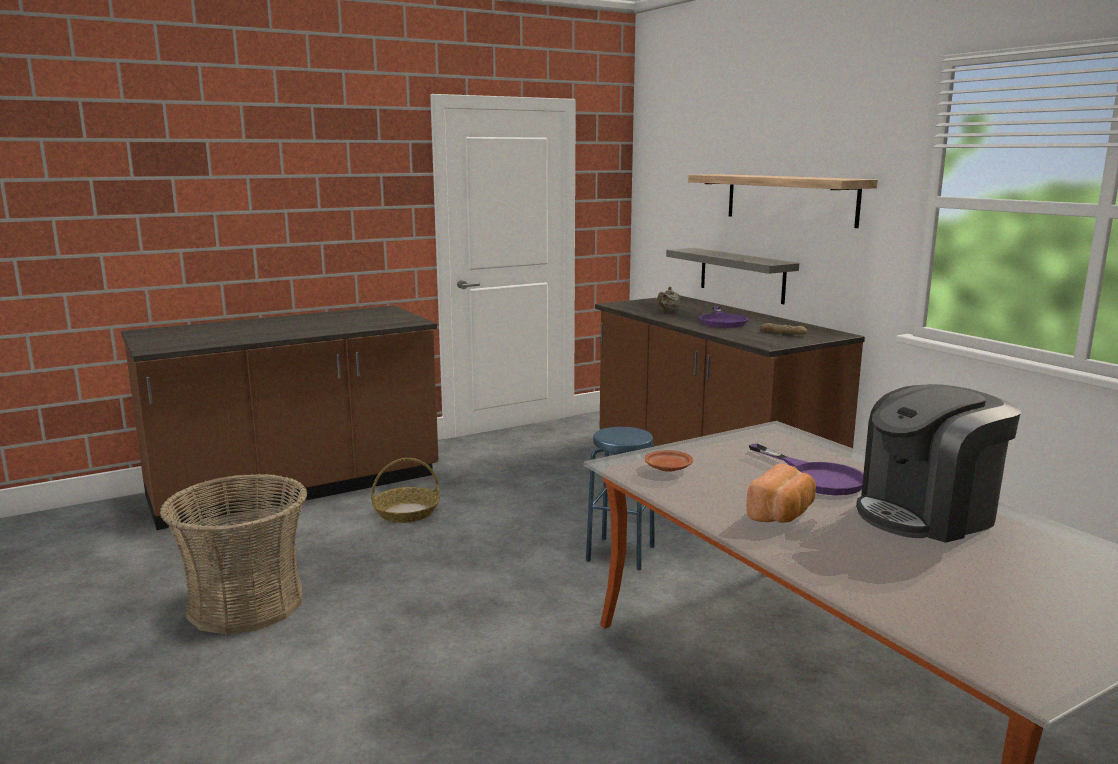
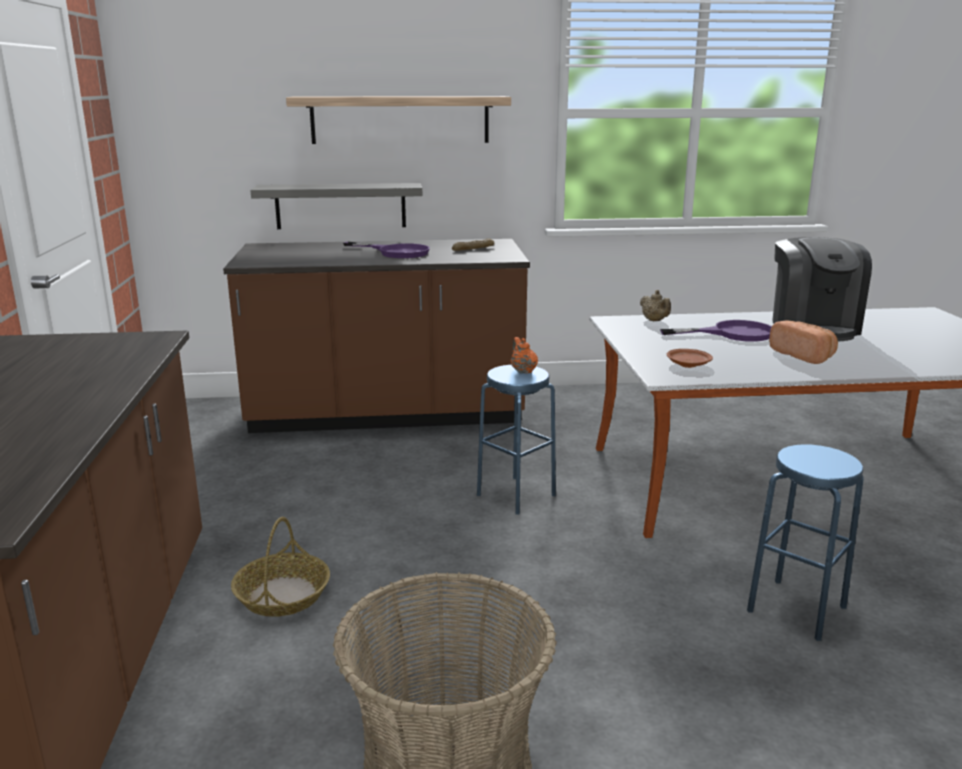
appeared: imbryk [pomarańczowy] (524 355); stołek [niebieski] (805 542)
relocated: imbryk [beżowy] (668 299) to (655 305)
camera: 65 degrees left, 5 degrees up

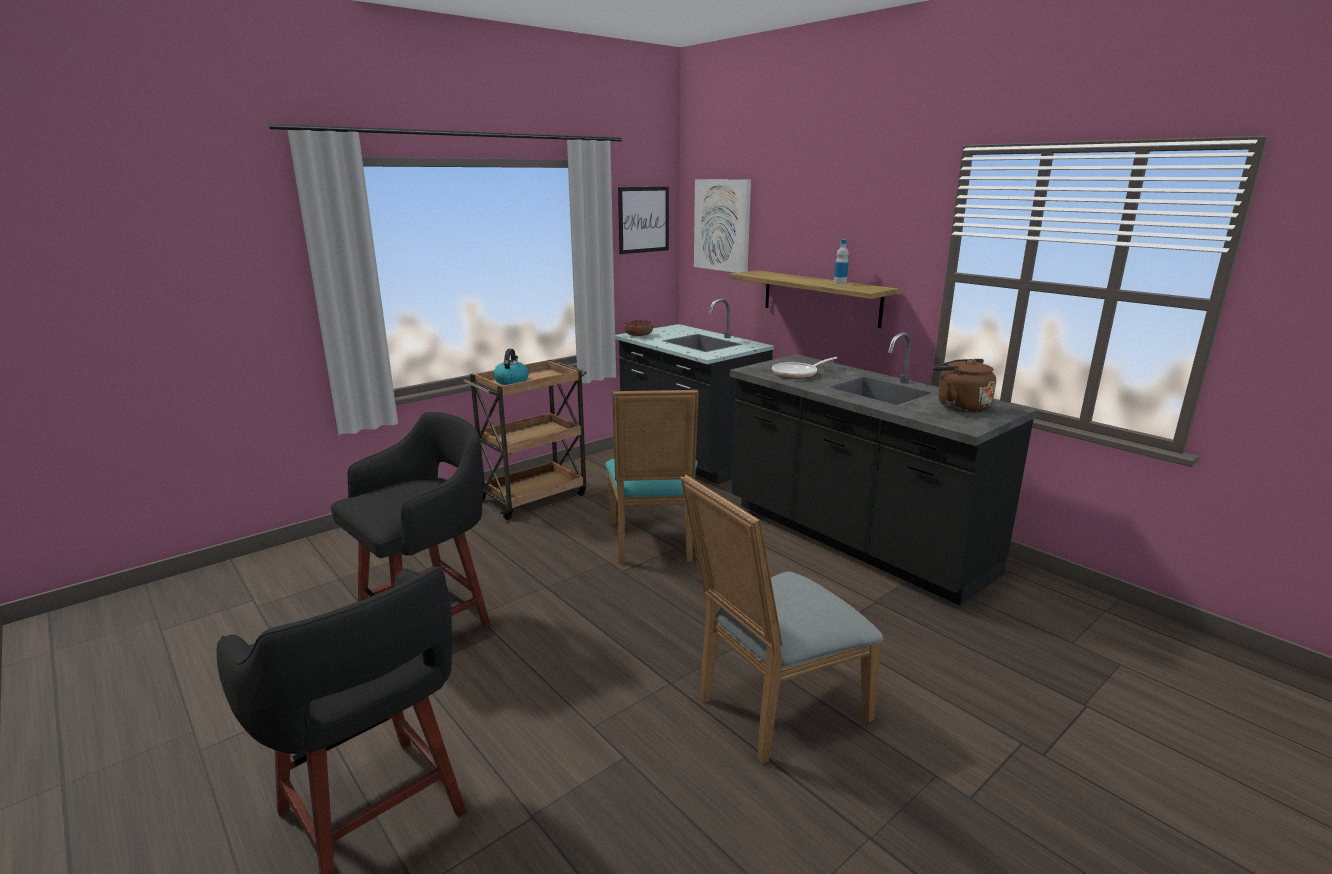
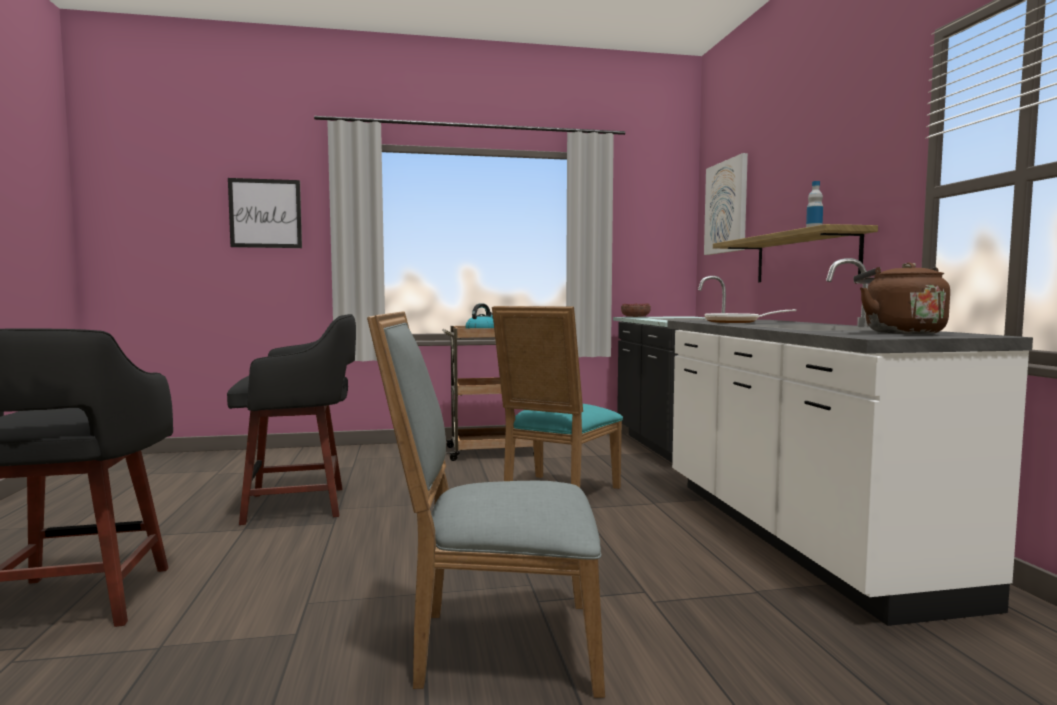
relocated: obraz (643 220) to (265 213)
colour: zabudowa kuchenna [czarny] (883 469) to zabudowa kuchenna [biały] (850 442)
camera: 30 degrees right, 15 degrees down

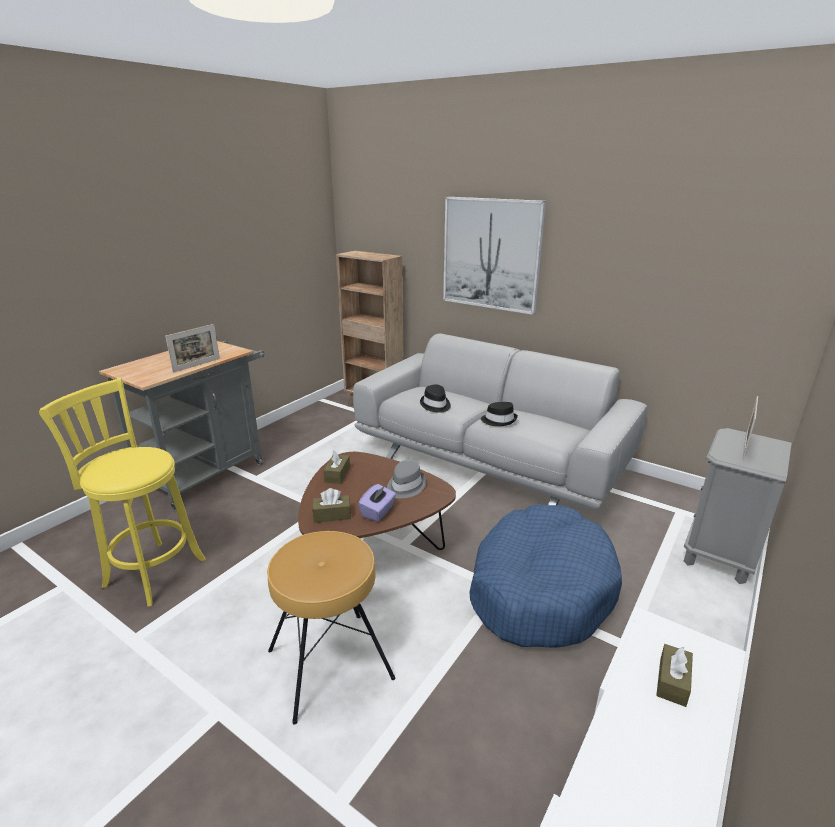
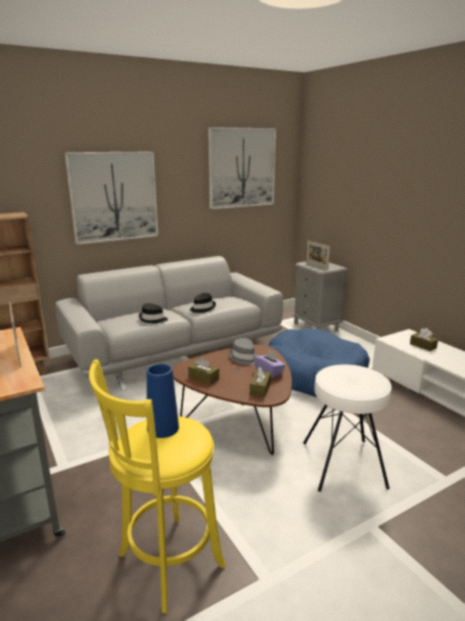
appeared: obraz (242 168); wazon [niebieski] (163 401)
colour: stołek [brązowy] (331 628) to stołek [biały] (347 428)
camera: 65 degrees left, 5 degrees down

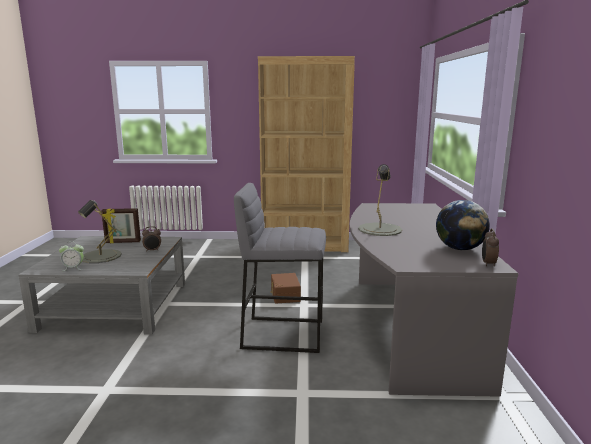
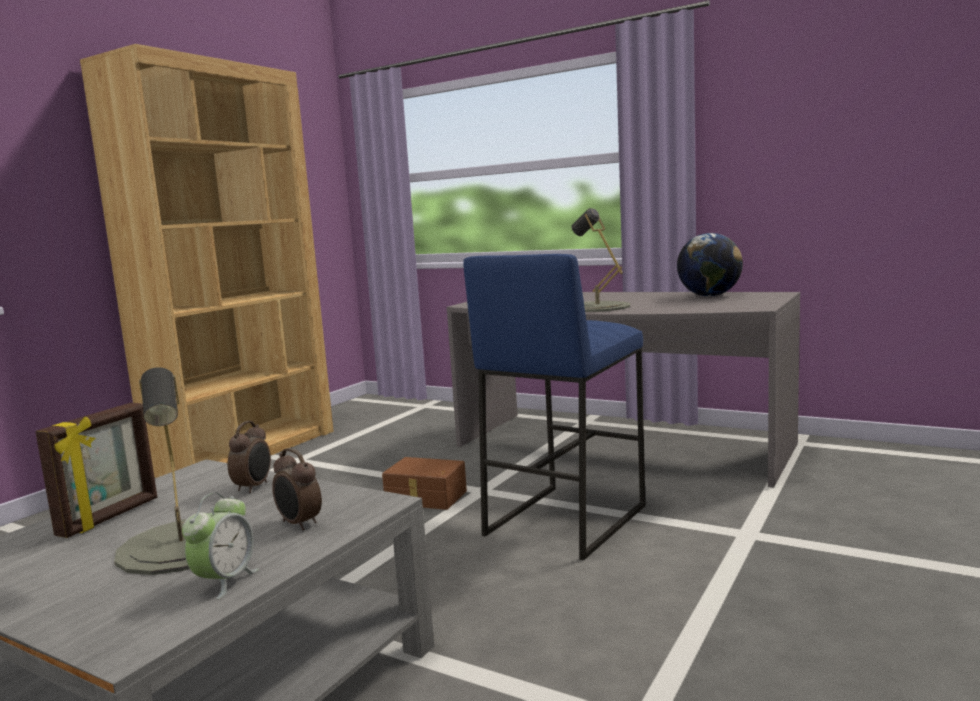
relocated: budzik (490 248) to (297 489)
colour: stołek [szary] (280 268) to stołek [niebieski] (554 407)
camera: 60 degrees left, 5 degrees down

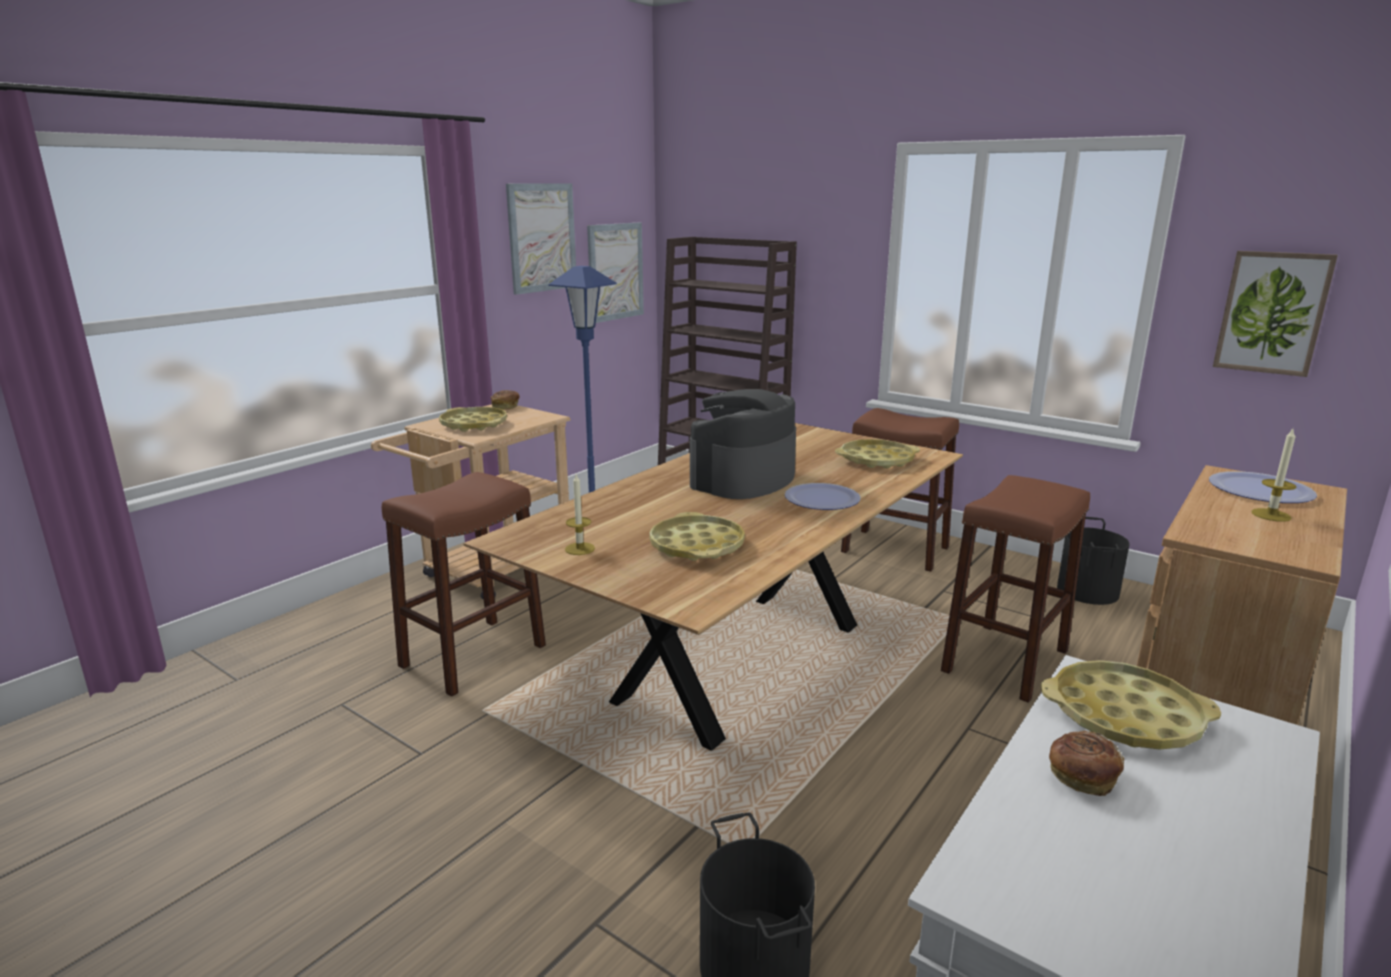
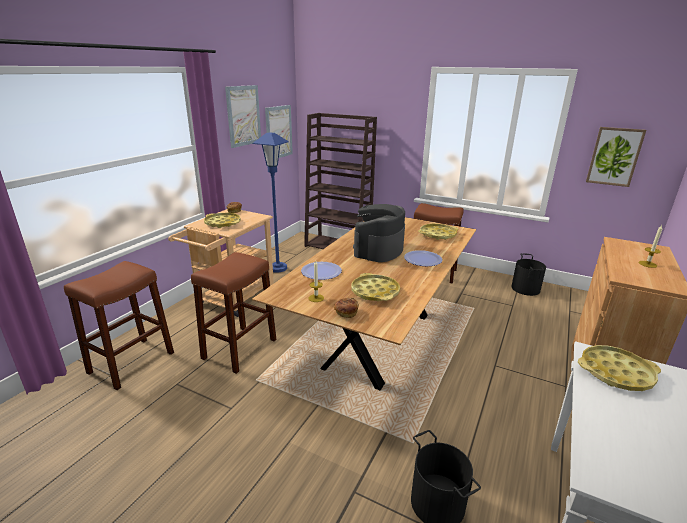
relocated: talerz (1263 487) to (321 271); stołek [brązowy] (1015 589) to (119 325); chleb (1086 763) to (346 308)
camera: 10 degrees left, 5 degrees up

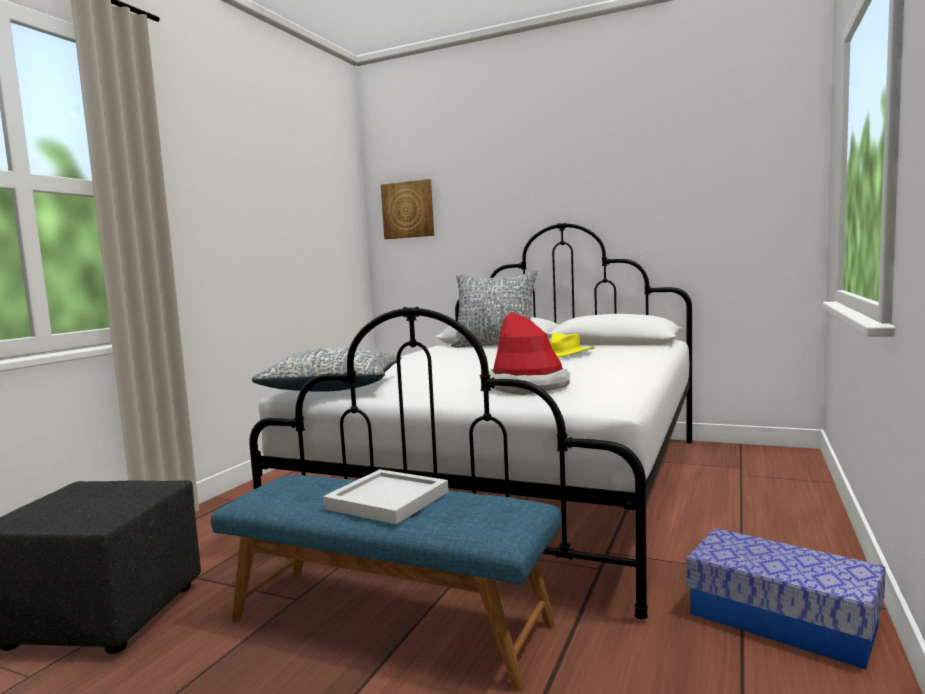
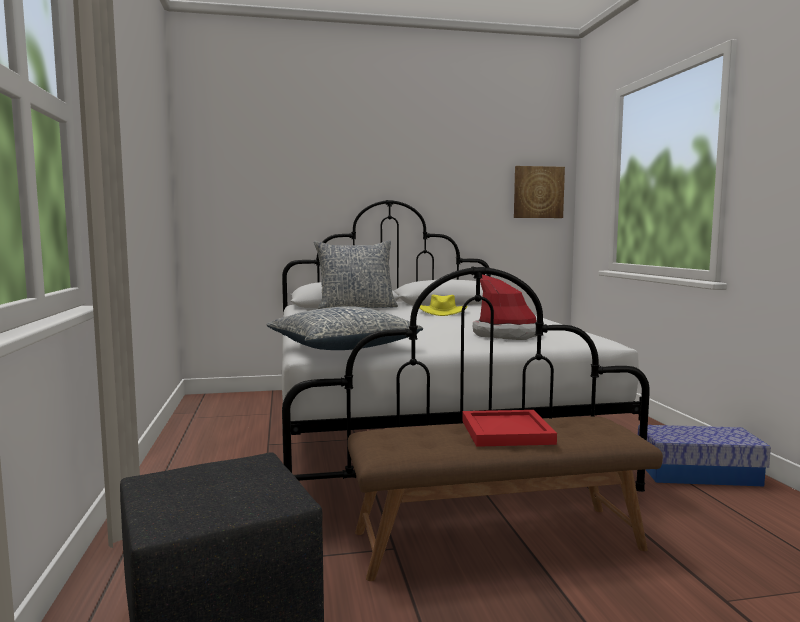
relocated: obraz (407 209) to (539 192)
colour: taca [biały] (386 496) to taca [czerwony] (509 428); ławka [niebieski] (386 583) to ławka [brązowy] (505 498)
camera: 35 degrees left, 0 degrees up

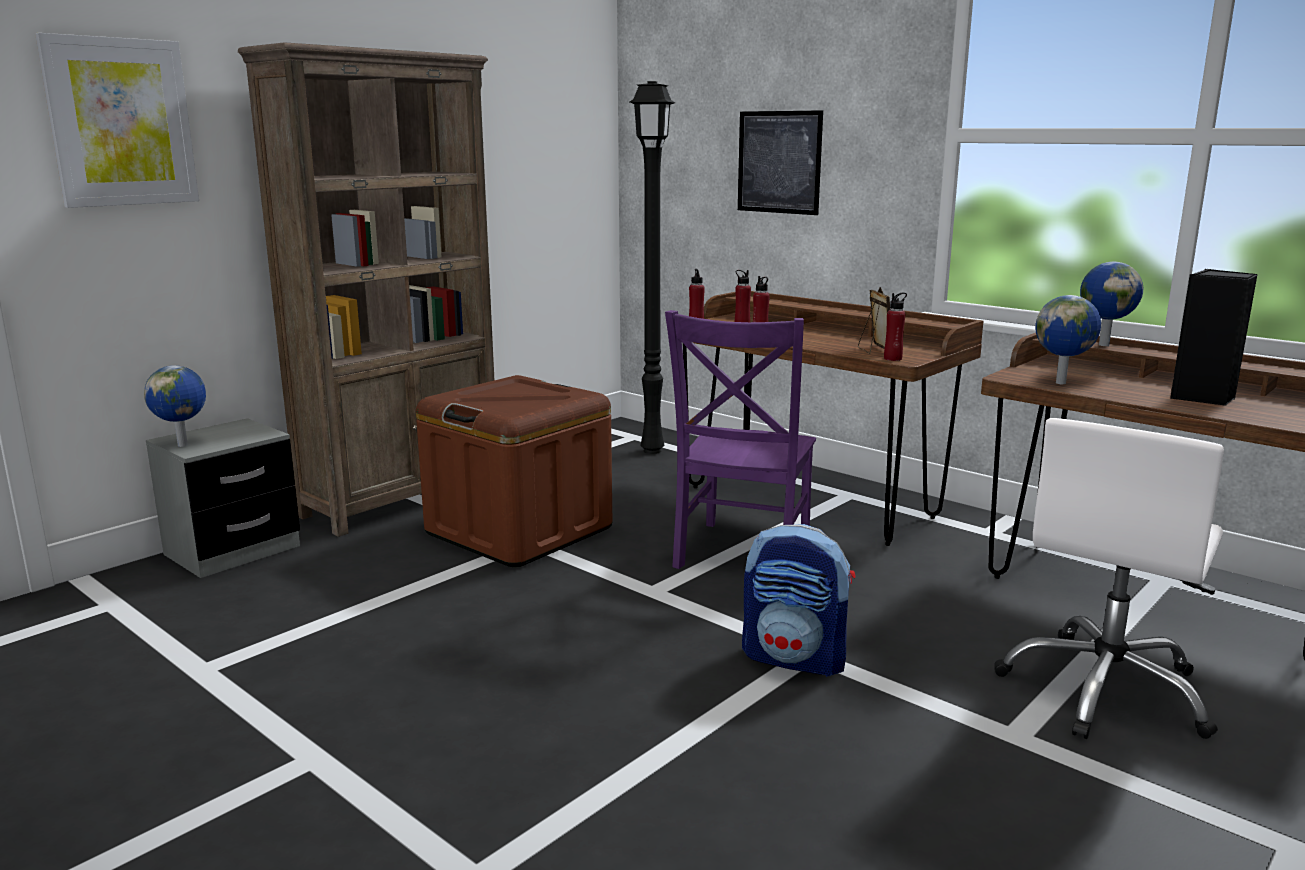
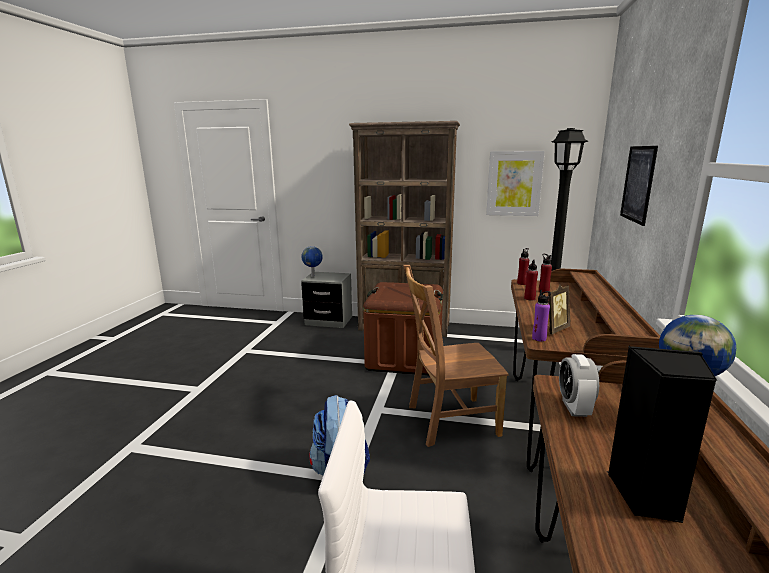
relocated: obraz (117 120) to (515 183)
exchanged: globus (1068 339) to budzik (579 385)
colour: butelka [czerwony] (895 326) to butelka [fioletowy] (541 315); krzesło [fioletowy] (740 439) to krzesło [brązowy] (456 356)
camera: 60 degrees right, 0 degrees up

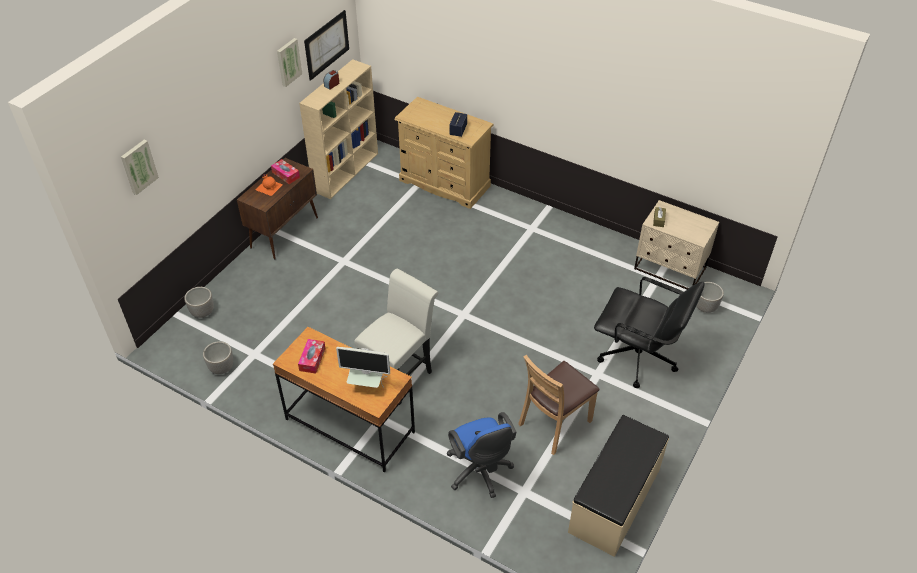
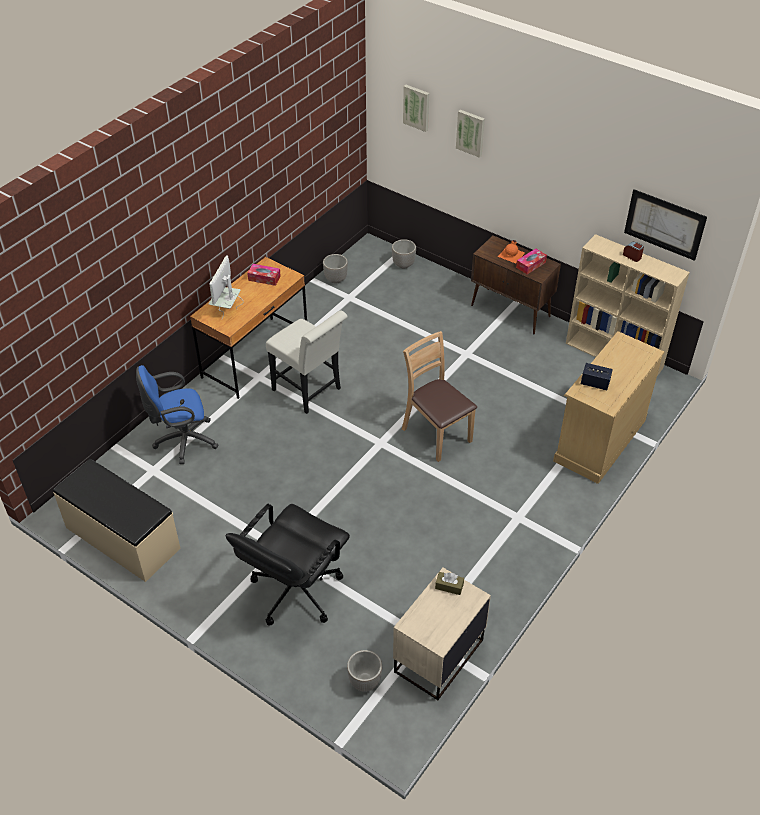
relocated: obraz (289 62) to (470 134); krzesło [brązowy] (559 405) to (439 396)
camera: 95 degrees right, 0 degrees up

